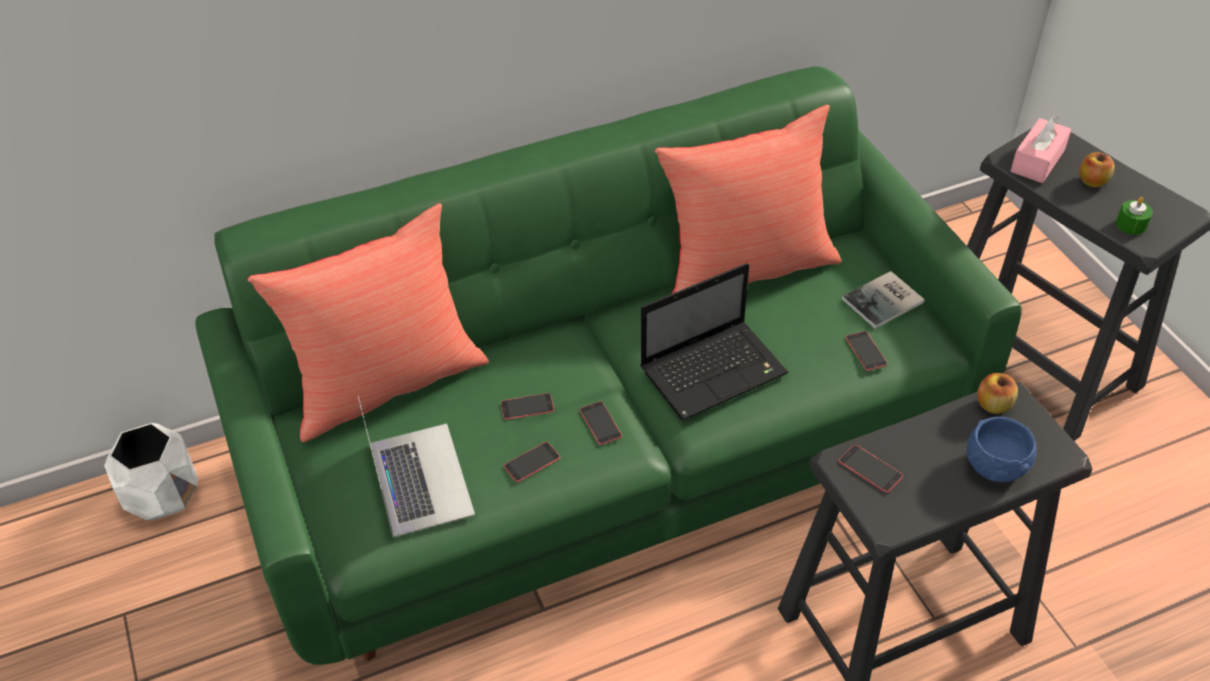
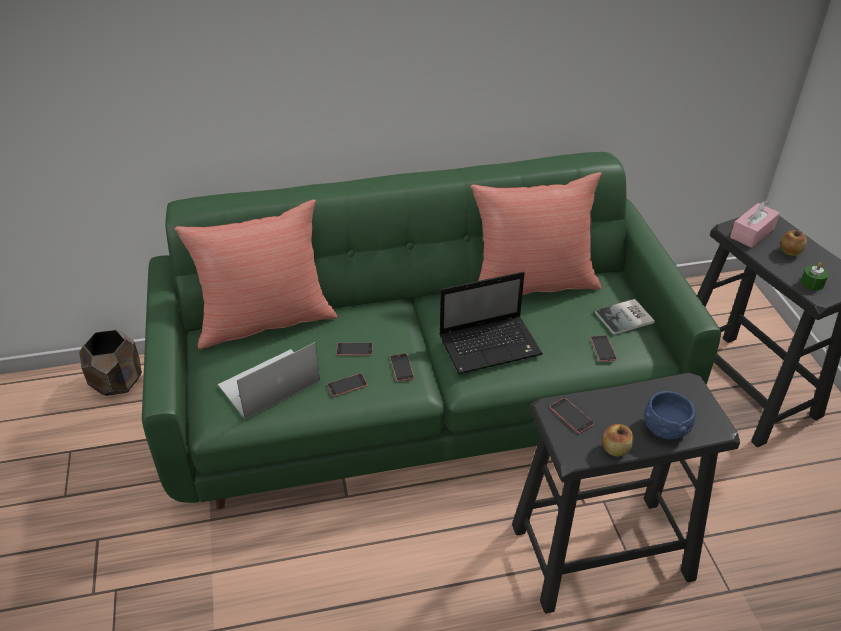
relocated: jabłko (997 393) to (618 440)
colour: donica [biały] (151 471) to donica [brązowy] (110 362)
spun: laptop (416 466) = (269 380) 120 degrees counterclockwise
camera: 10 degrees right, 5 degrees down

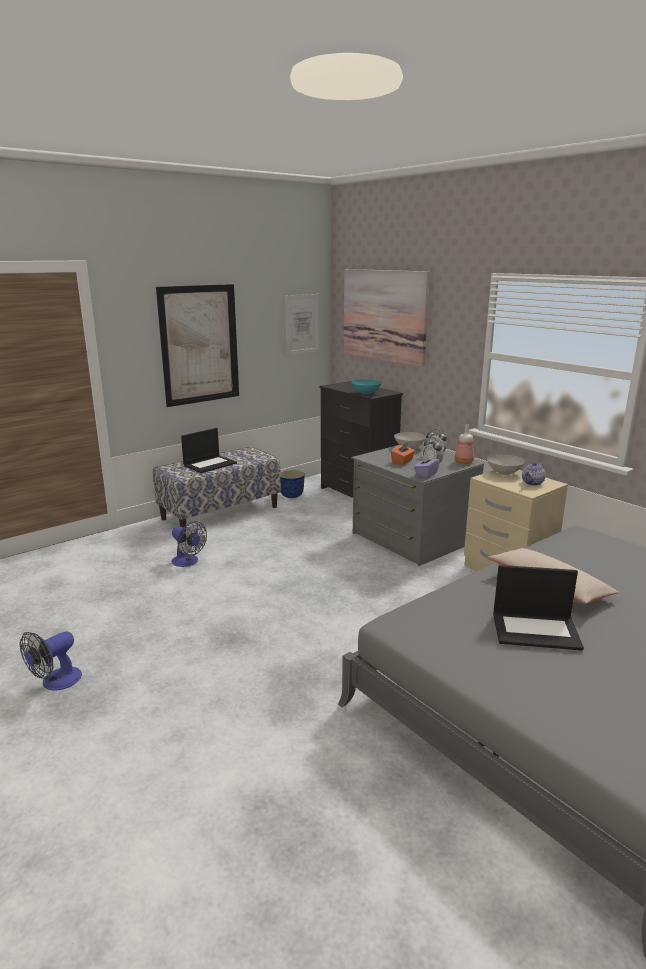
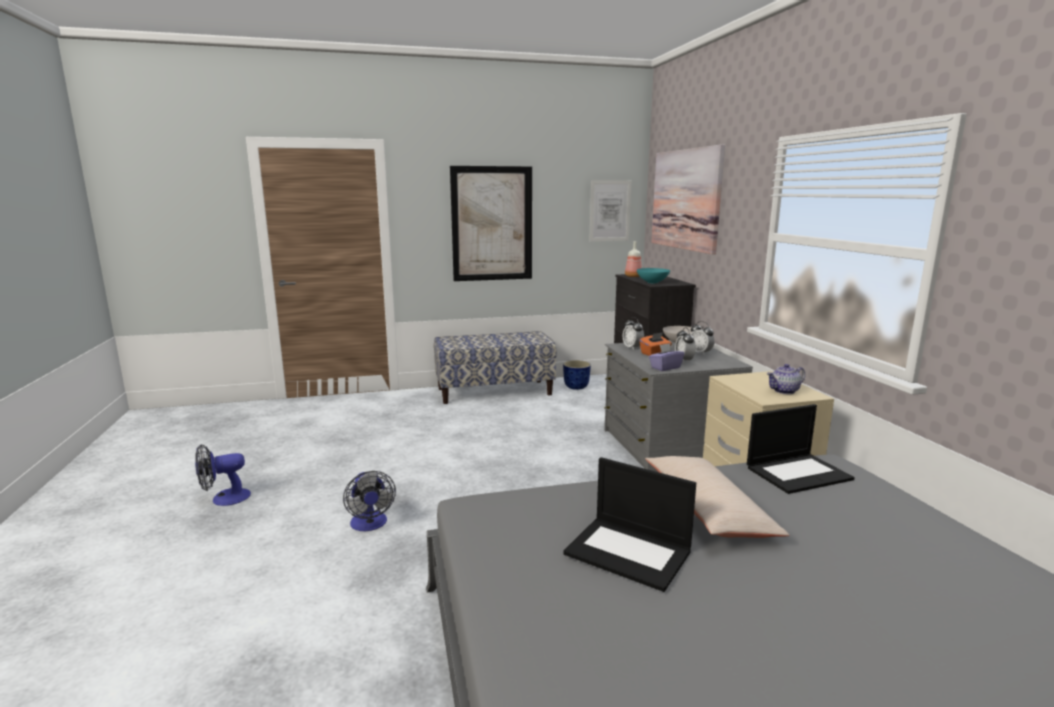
missing: miska [biały] (506 464)
appeared: budzik (633 333)
relocated: butelka (464 444) to (633 259); laptop (209 450) to (801 449); wentylator (189 544) to (369 501)
camera: 25 degrees right, 5 degrees down

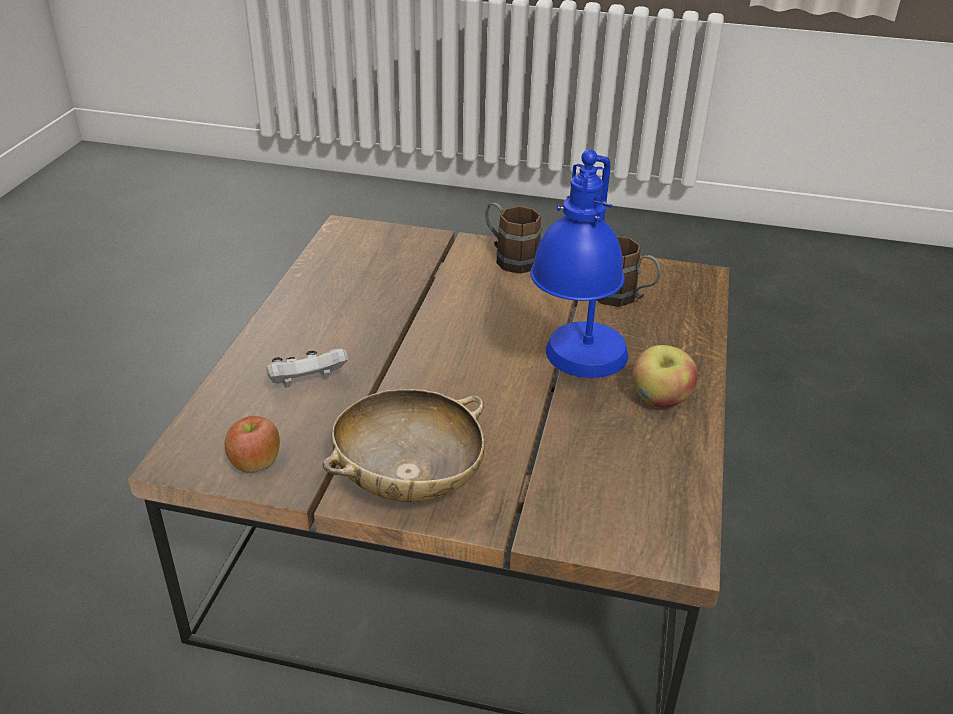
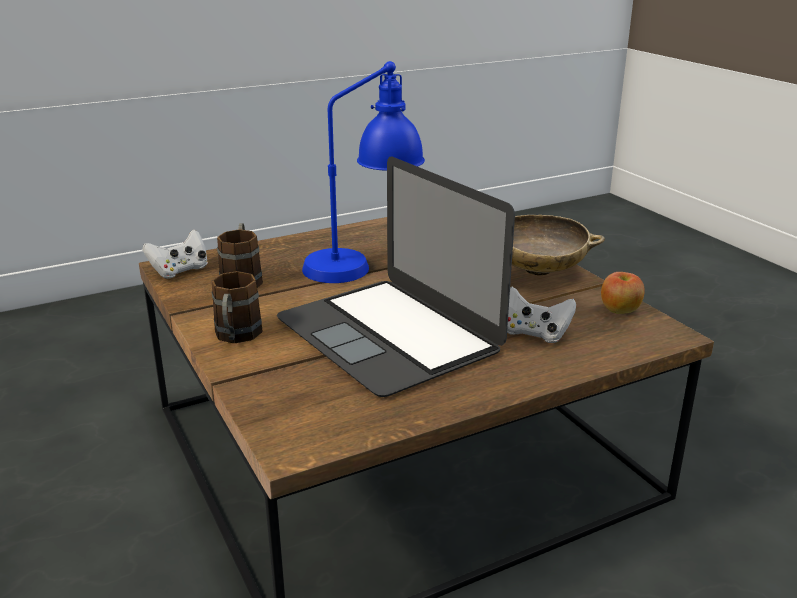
missing: jabłko (664 376)
appeared: laptop (396 277); pad do gier [biały] (175 254)
camera: 130 degrees left, 10 degrees down

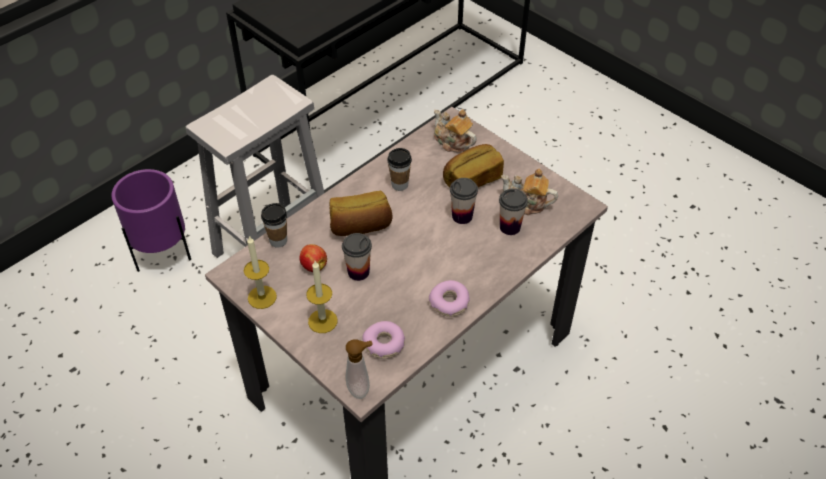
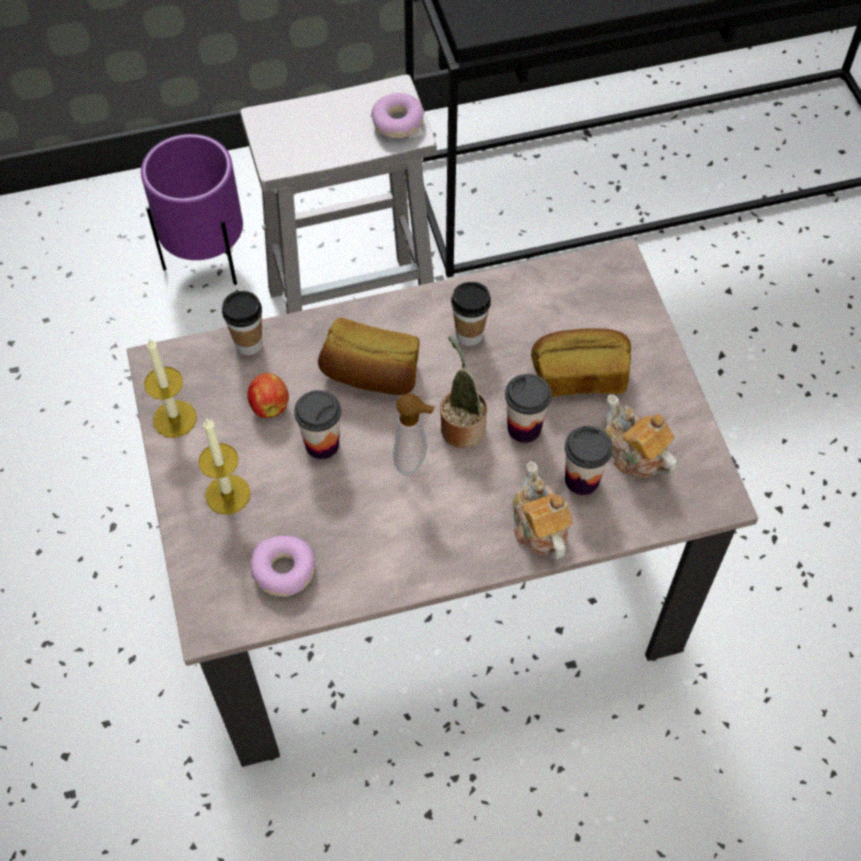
appeared: roślina doniczkowa (464 392)
relocated: imbryk (455 130) to (543 510); donut (449 298) to (397 115); dozownik mydła (359 369) to (413 434)
camera: 30 degrees right, 10 degrees up

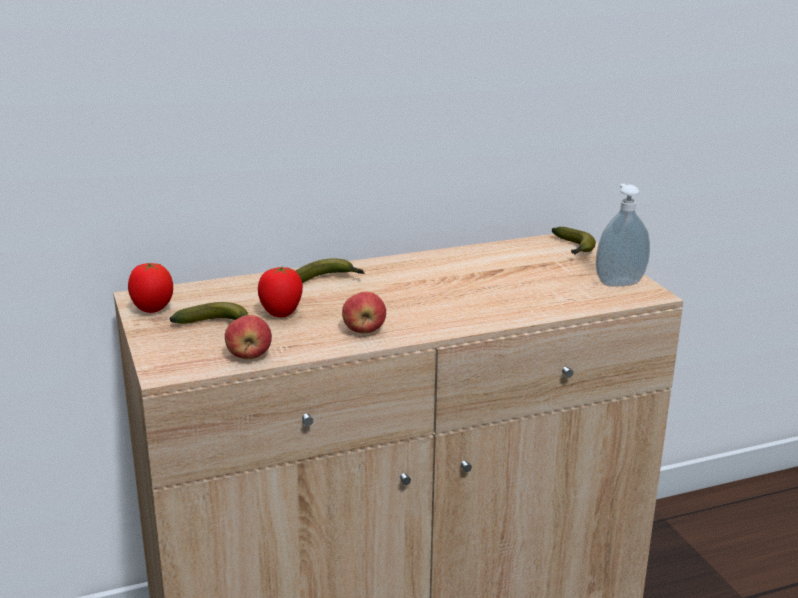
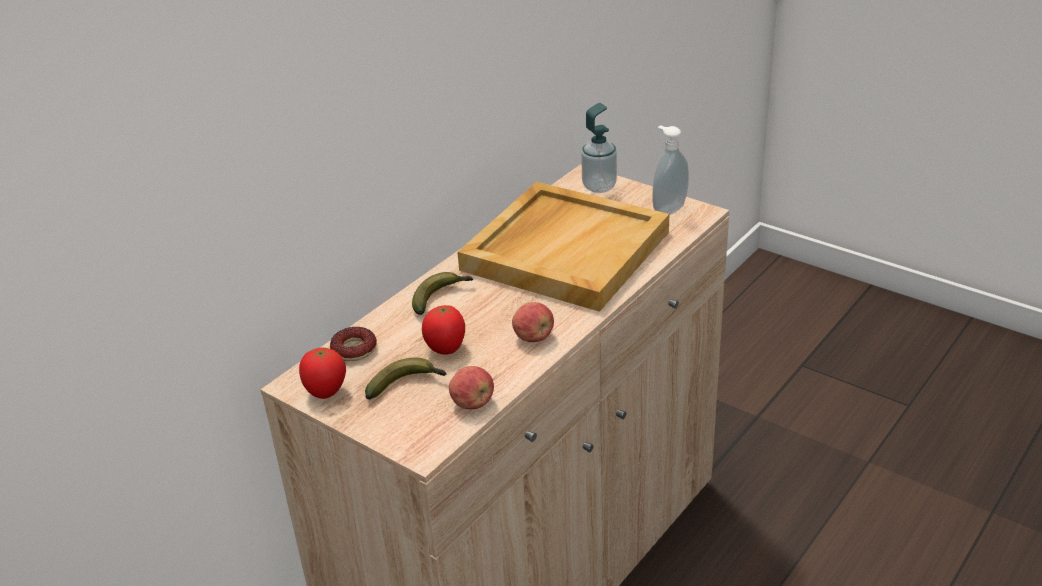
appeared: taca [beżowy] (563 247); donut (353 344)
exchanged: banan (574 241) to dozownik mydła (599 148)
camera: 30 degrees left, 10 degrees up

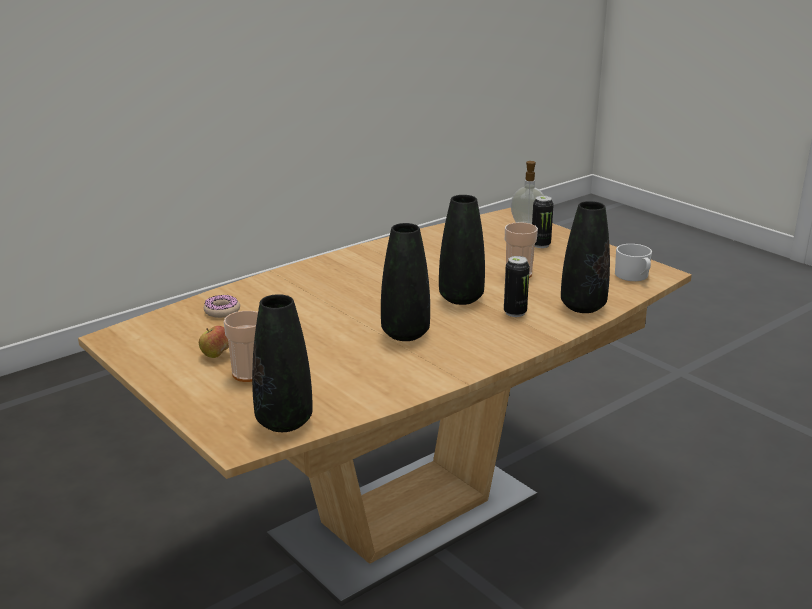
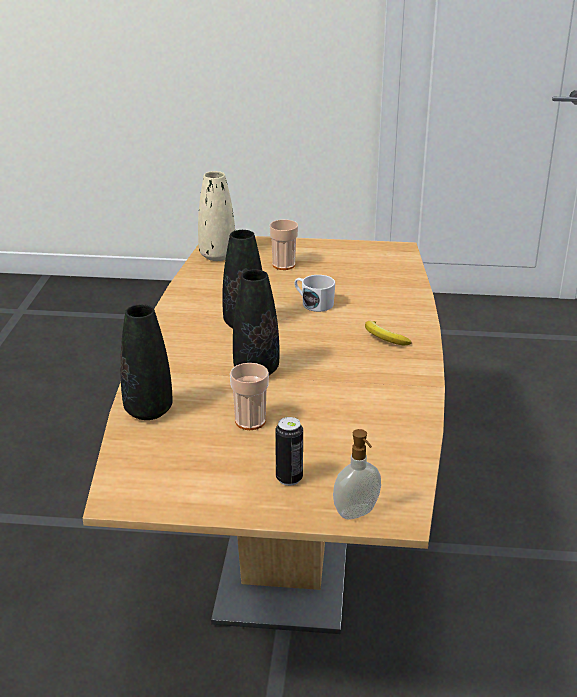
missing: puszka (517 286); donut (222 306); jabłko (214 341)
appeared: banan (388 333)
relocated: kubek [biały] (633 262) to (314 293)
colour: wazon [czarny] (282 363) to wazon [beżowy] (216 216)
camera: 135 degrees right, 5 degrees up

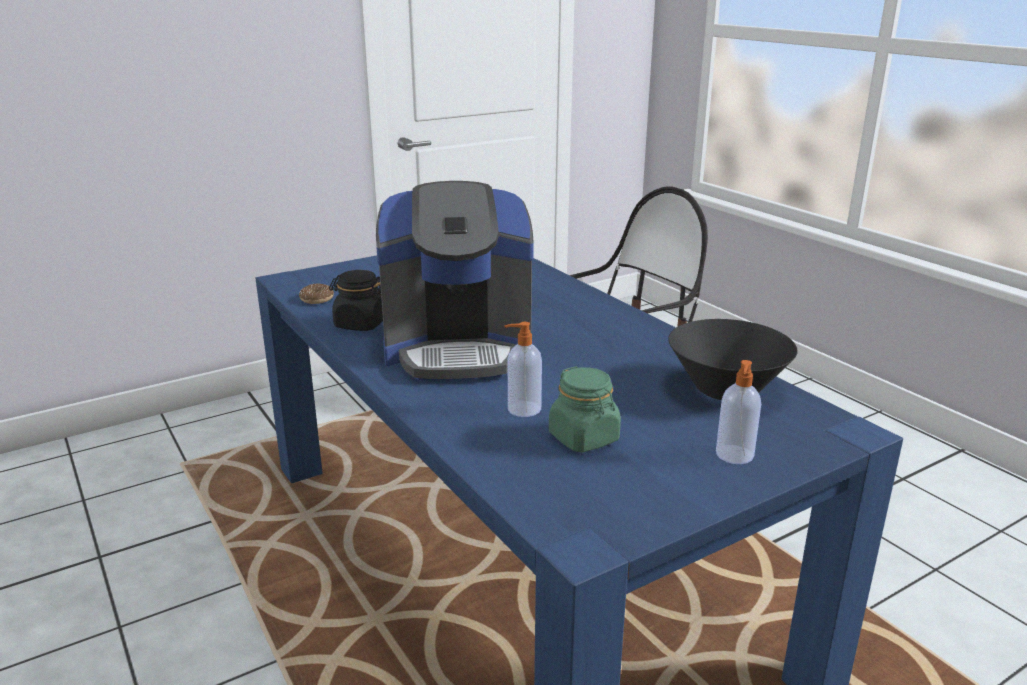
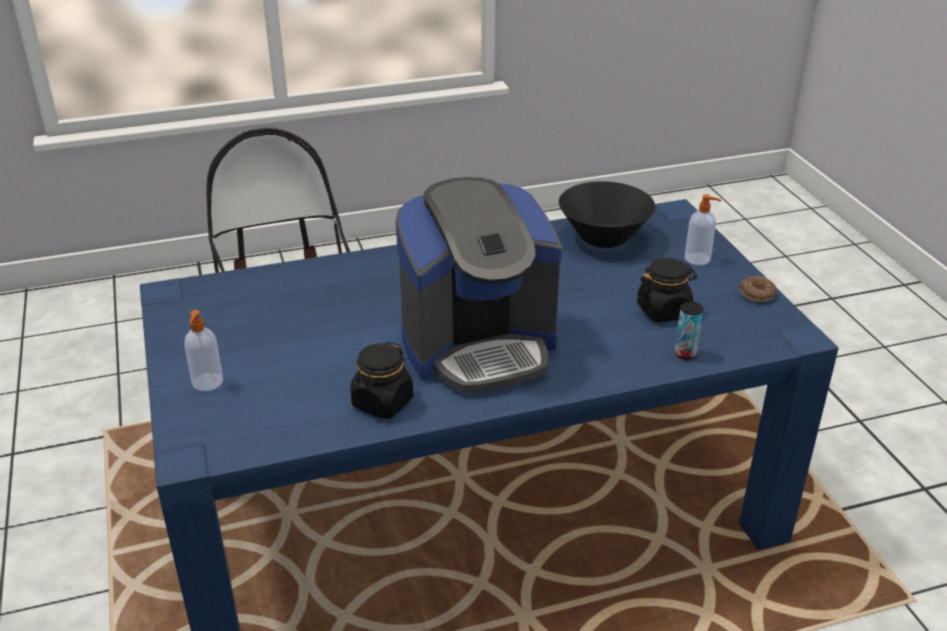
appeared: puszka (689 330)
relocated: donut (316 294) to (758 289); dozownik mydła (523 369) to (203 350)
colour: słoik [zielony] (585 409) to słoik [czarny] (667 289)
spun: ekspres do kawy (455 280) = (479 285) 60 degrees clockwise
camera: 75 degrees left, 10 degrees up

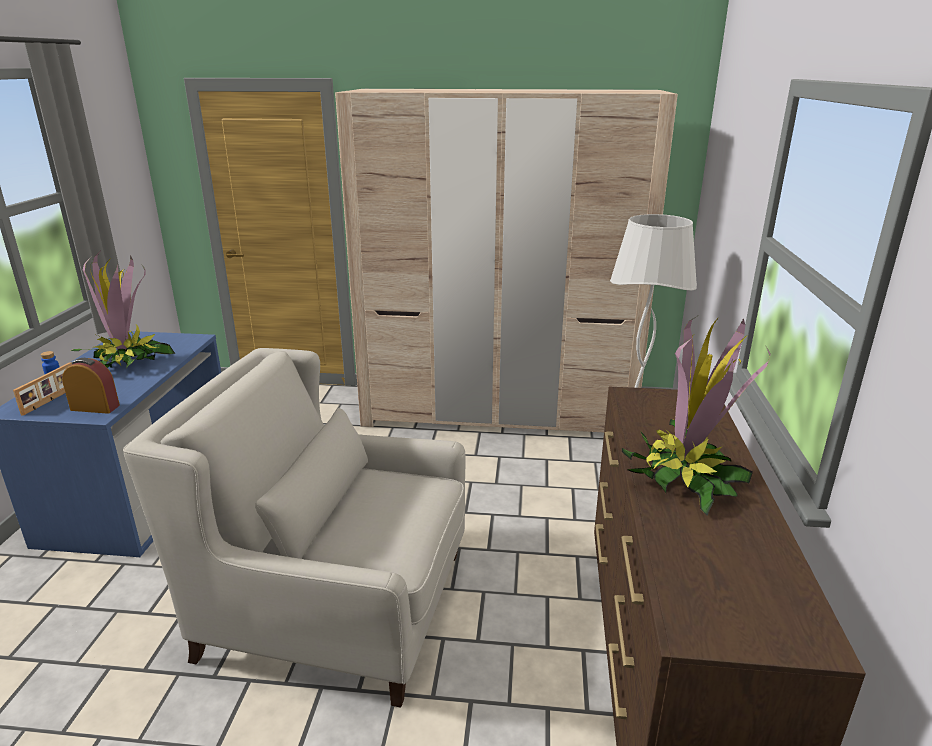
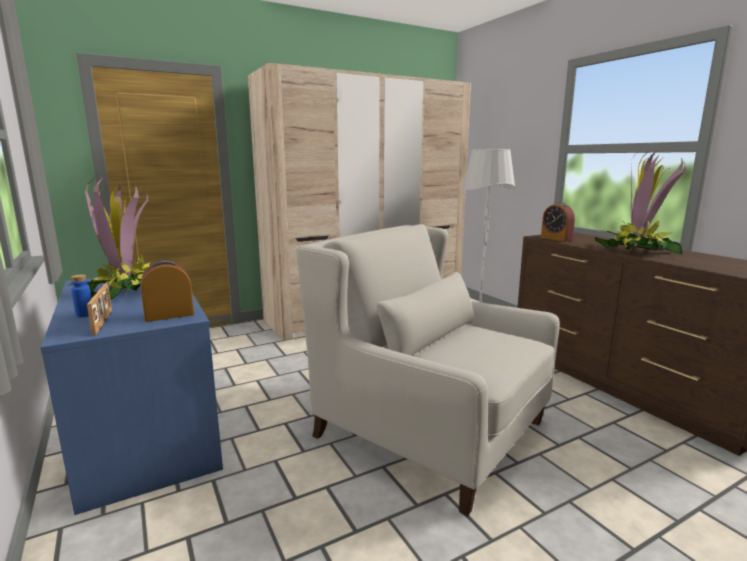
appeared: budzik (558 222)
spun: fotel [biały] (294 528) = (428 370) 60 degrees clockwise
camera: 35 degrees left, 10 degrees down

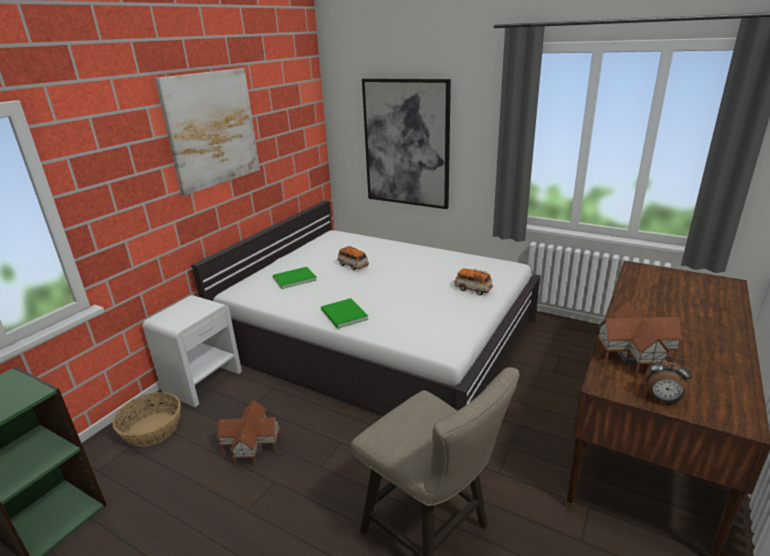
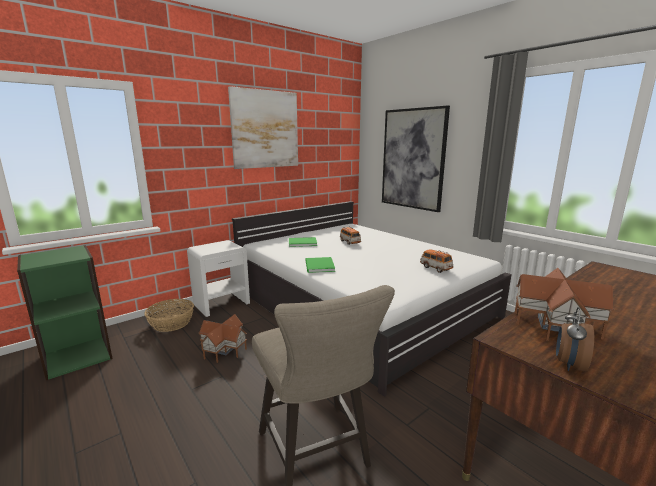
spun: budzik (668 379) = (575 339) 75 degrees clockwise
camera: 20 degrees right, 10 degrees down

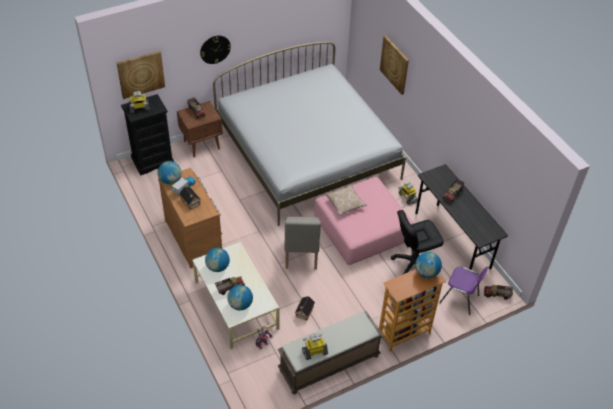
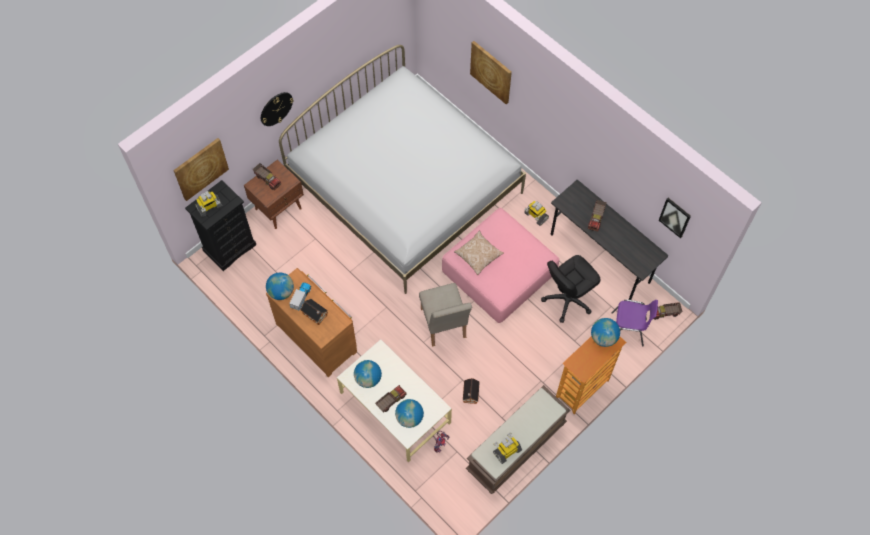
appeared: obraz (675 218)
camera: 15 degrees left, 15 degrees up

